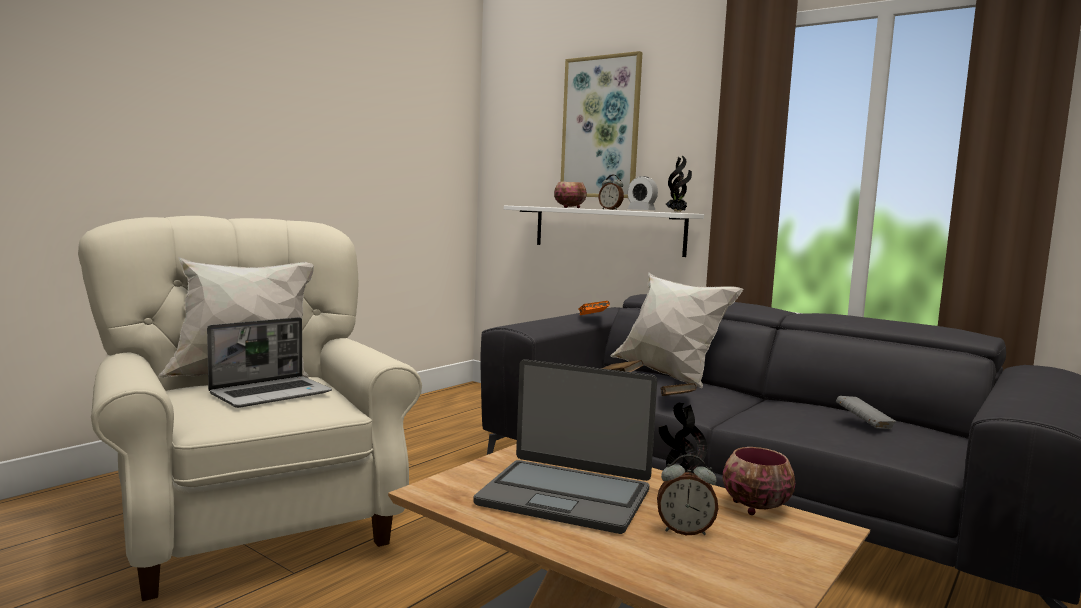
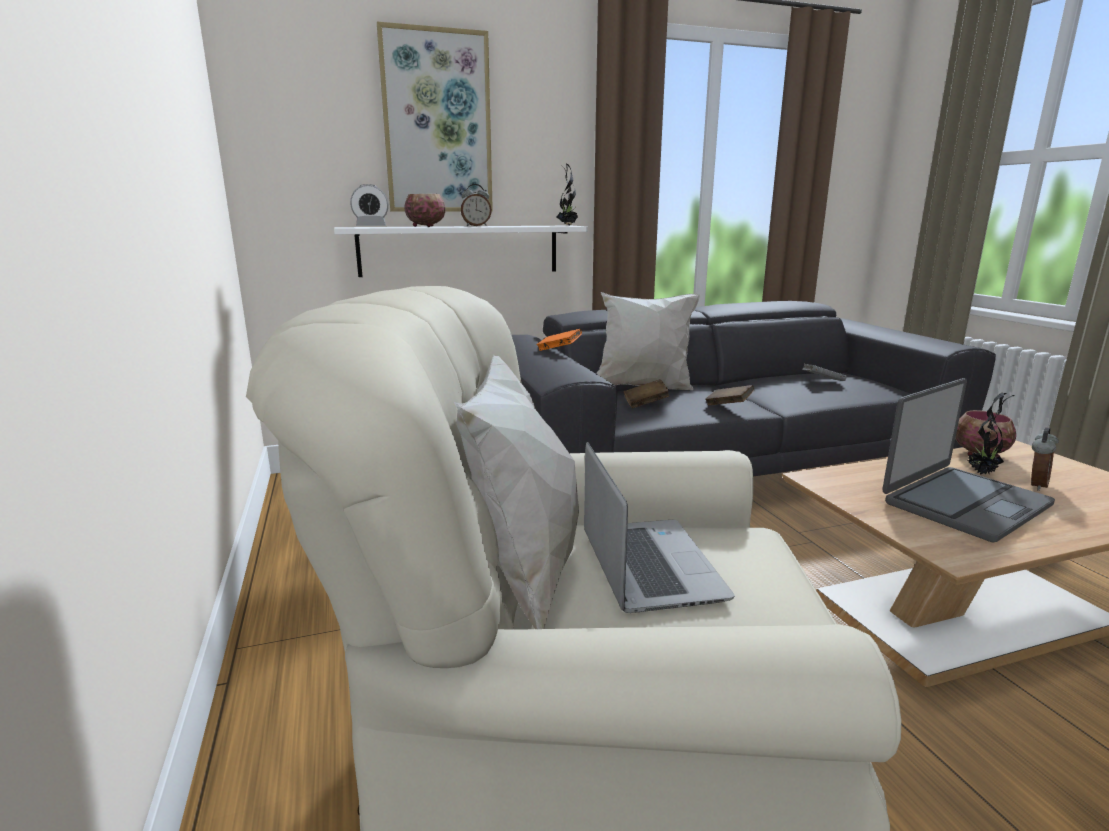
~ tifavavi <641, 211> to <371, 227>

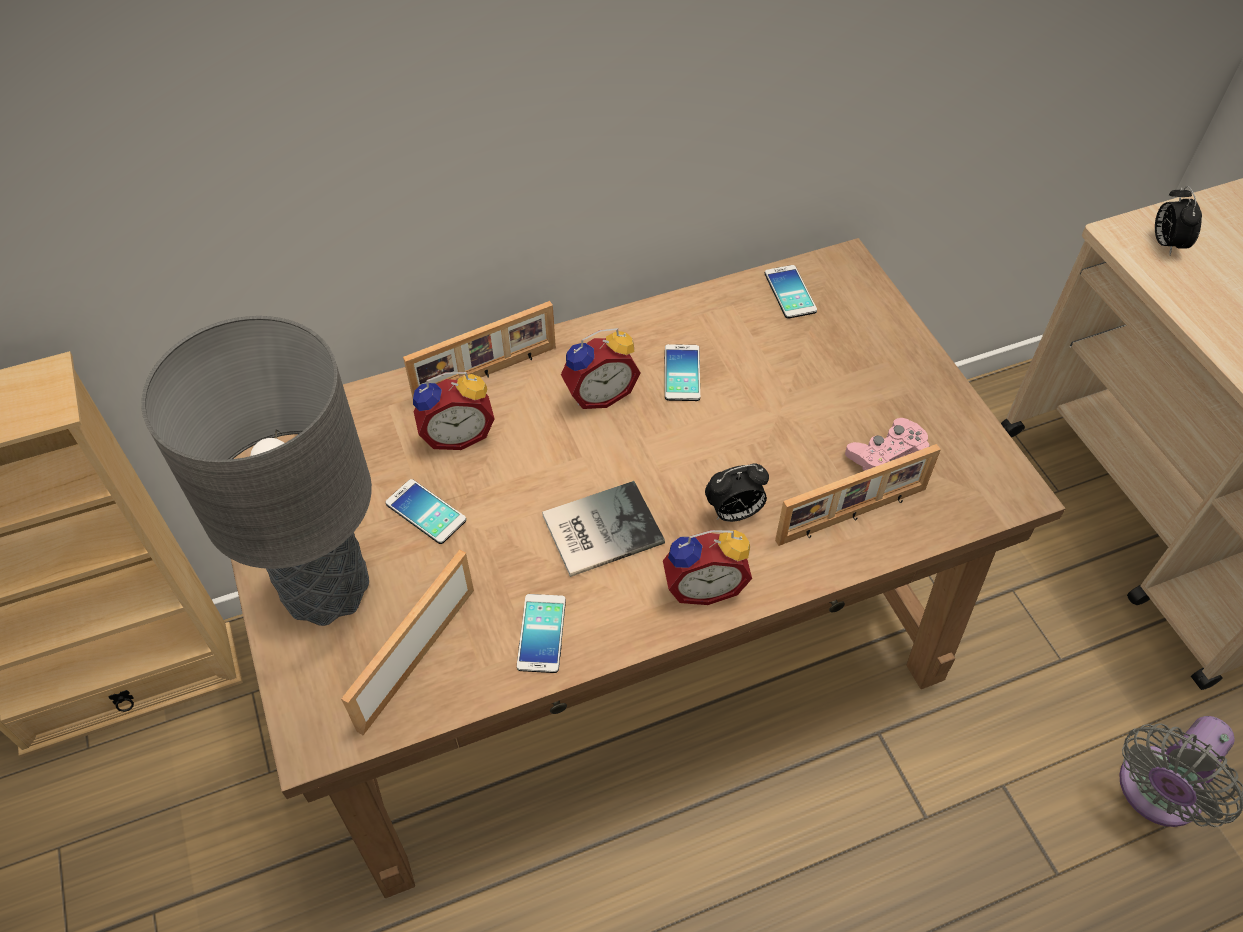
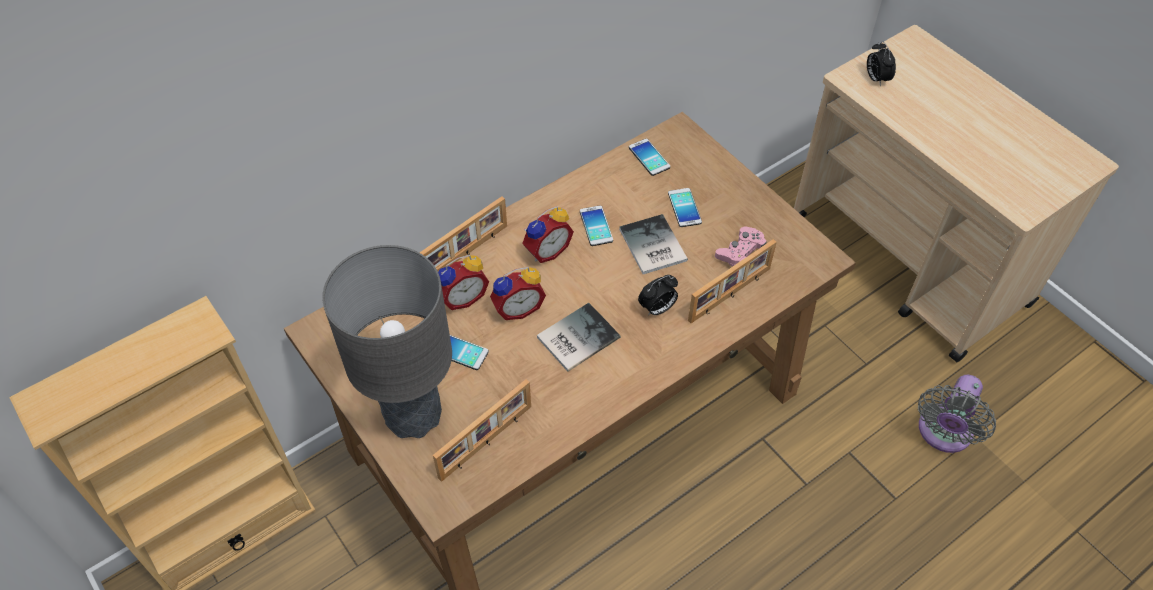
~ tifavavi <703, 585> to <517, 308>
~ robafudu <415, 656> = <487, 443> 150 degrees counterclockwise
~ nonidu <541, 633> to <684, 208>
+ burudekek <651, 247>

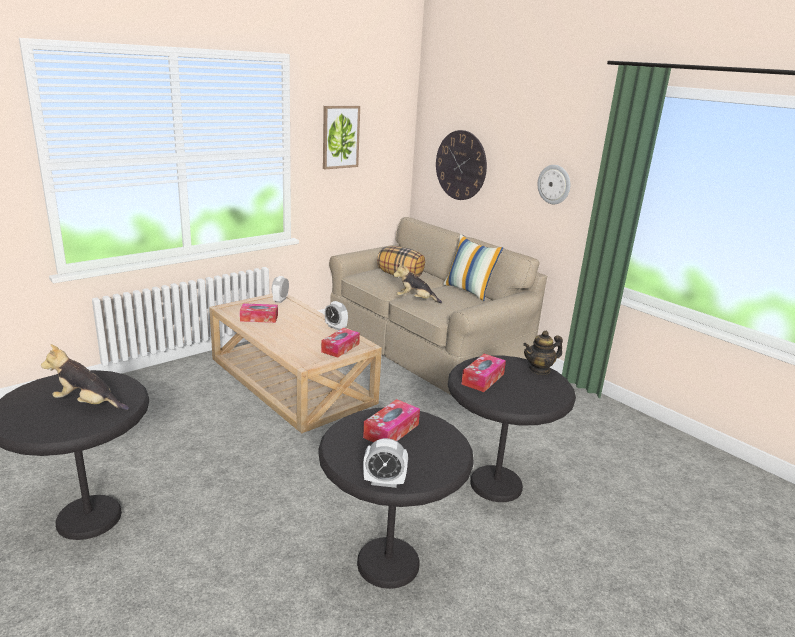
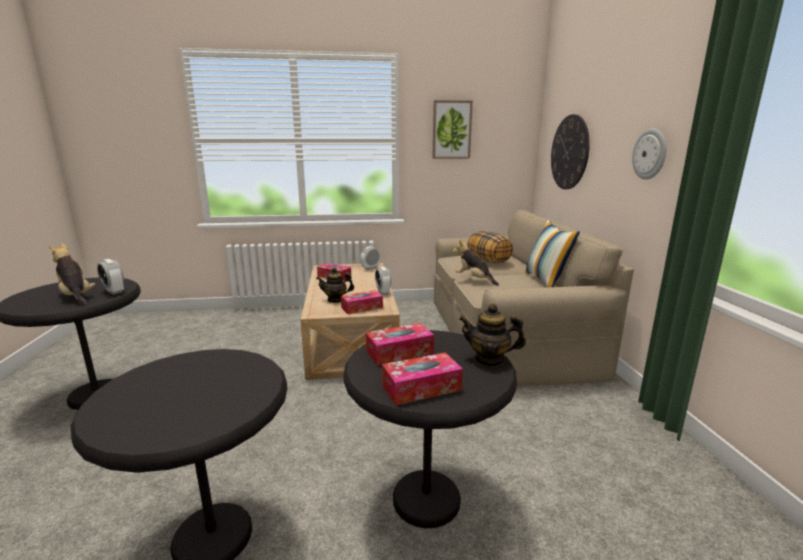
~ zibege <391, 431> to <421, 388>
~ tifavavi <384, 482> to <114, 291>
+ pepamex <336, 299>

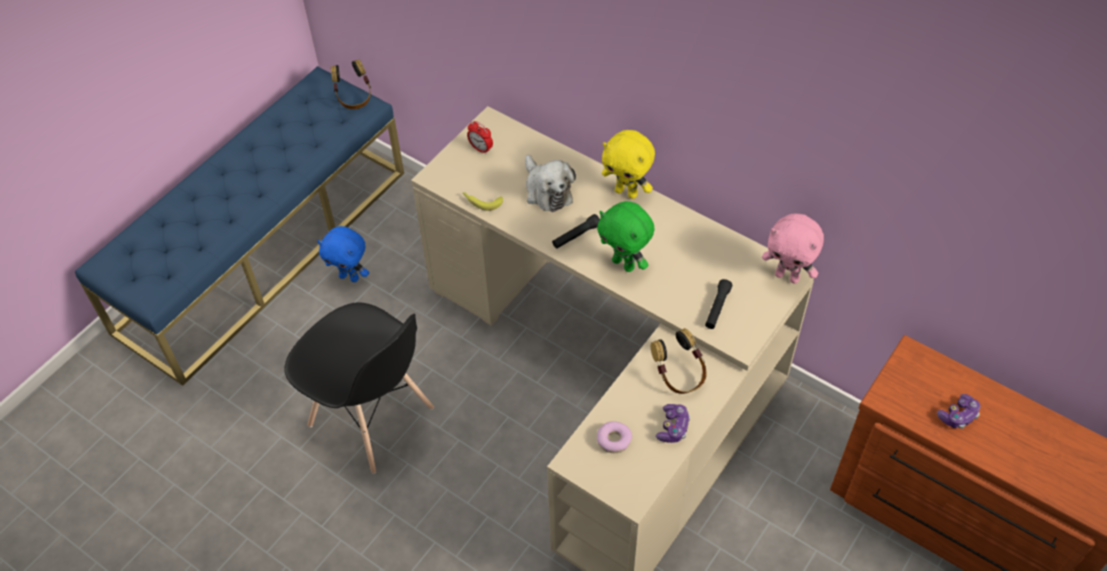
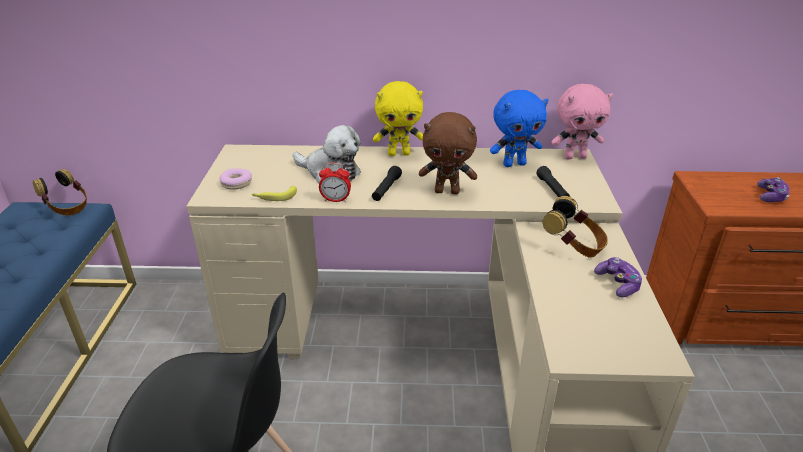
~ tifavavi <481, 149> to <336, 200>
~ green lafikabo <624, 264> to brown lafikabo <447, 191>
~ blue lafikabo <350, 277> to <514, 164>
~ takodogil <614, 440> to <236, 183>

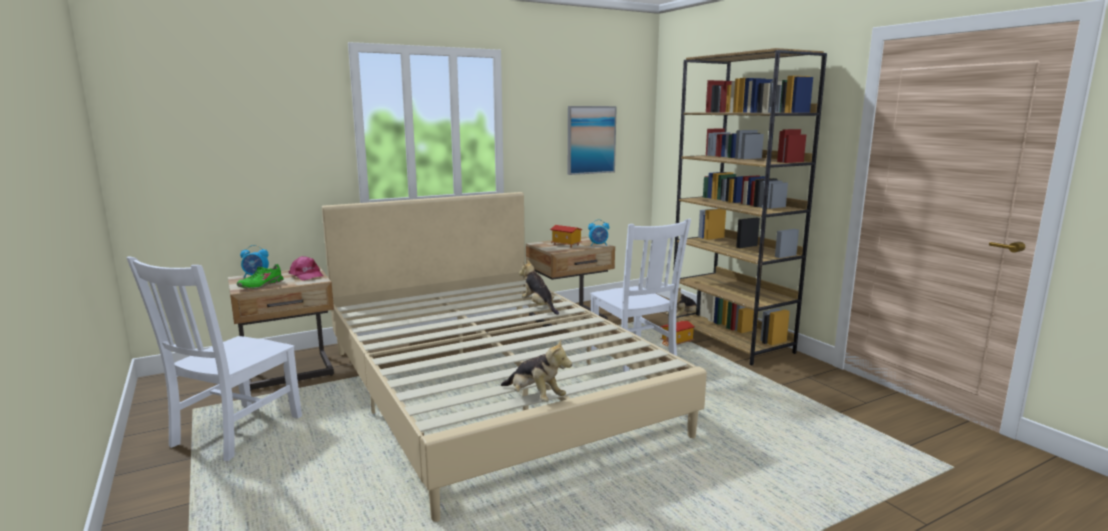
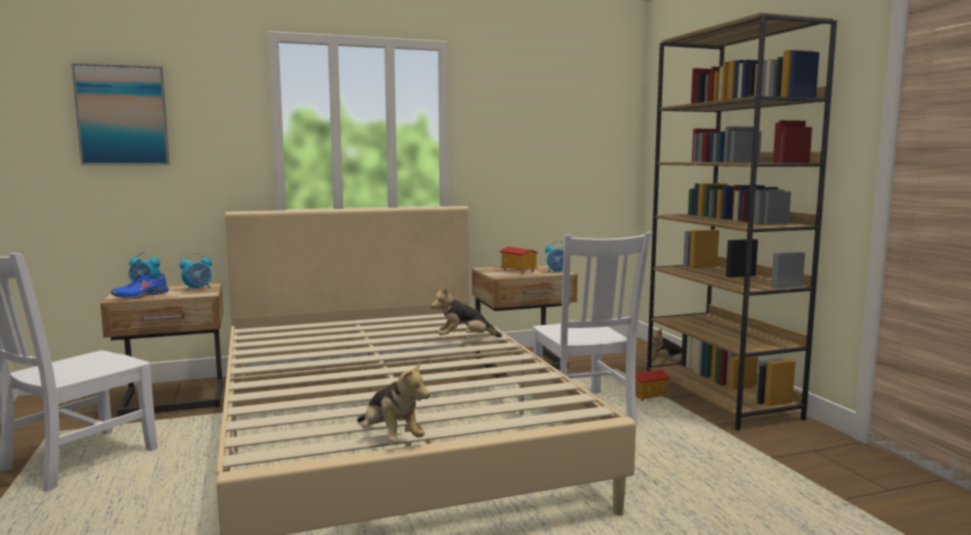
~ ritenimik <590, 140> to <122, 115>
~ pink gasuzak <306, 275> to tifavavi <198, 289>
~ lafikabo <539, 306> = <464, 339> 75 degrees counterclockwise
~ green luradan <261, 285> to blue luradan <141, 296>

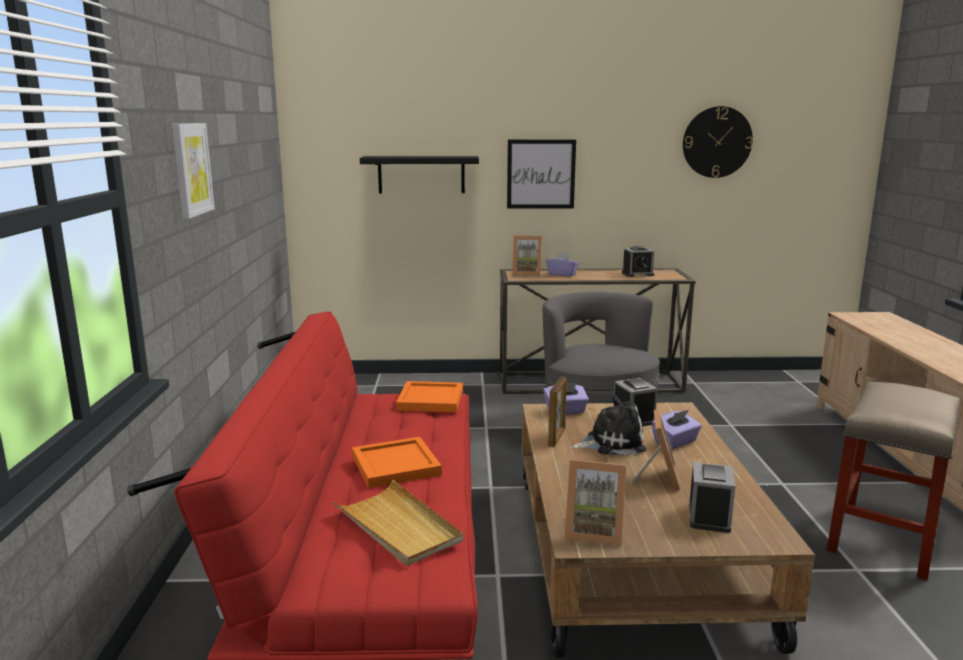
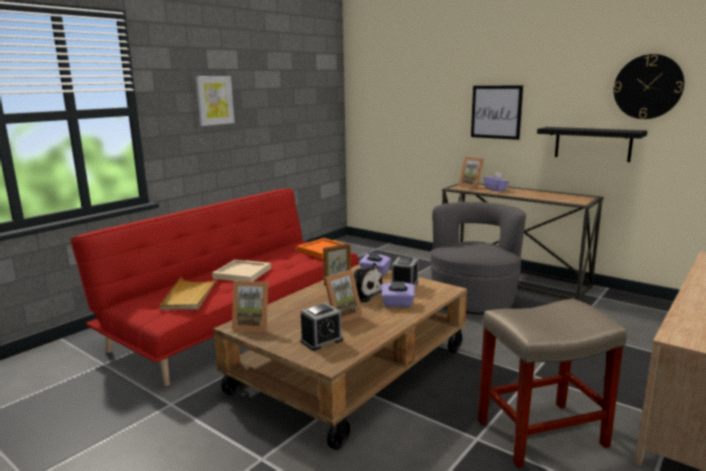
~ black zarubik <421, 174> to <592, 144>
- tifavavi <637, 274>
~ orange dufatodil <395, 466> to beige dufatodil <241, 273>
~ robafudu <594, 531> = <252, 325> 45 degrees counterclockwise

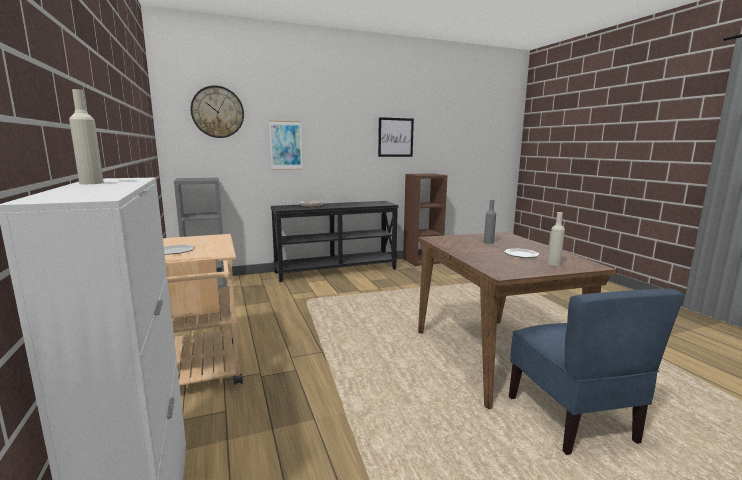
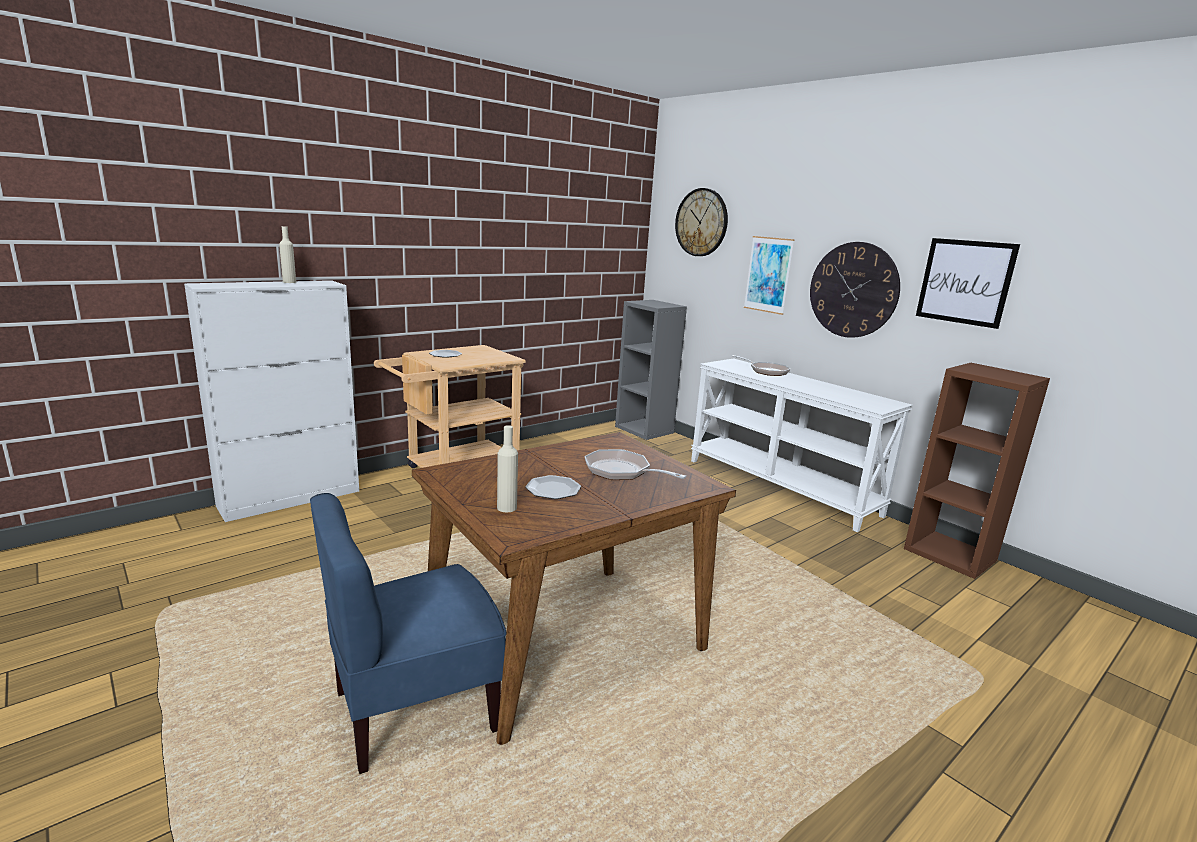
~ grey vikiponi <488, 242> to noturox <622, 472>
~ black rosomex <336, 270> to white rosomex <781, 486>
+ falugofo <853, 290>

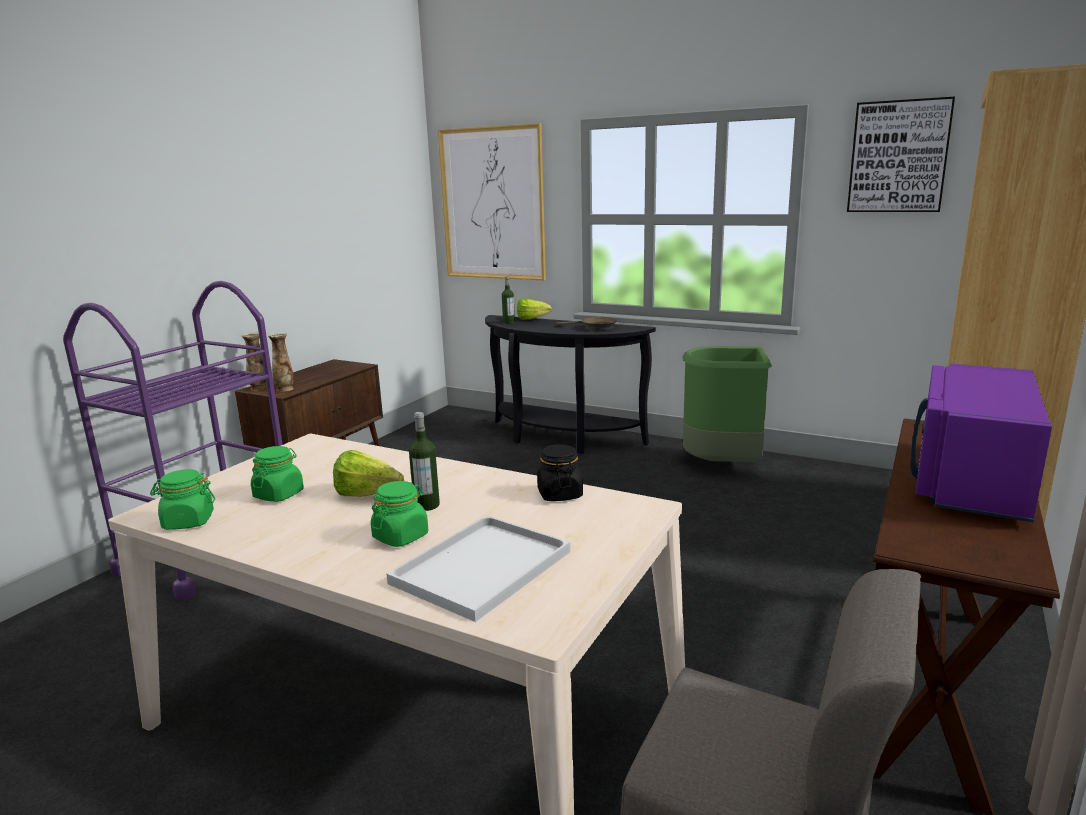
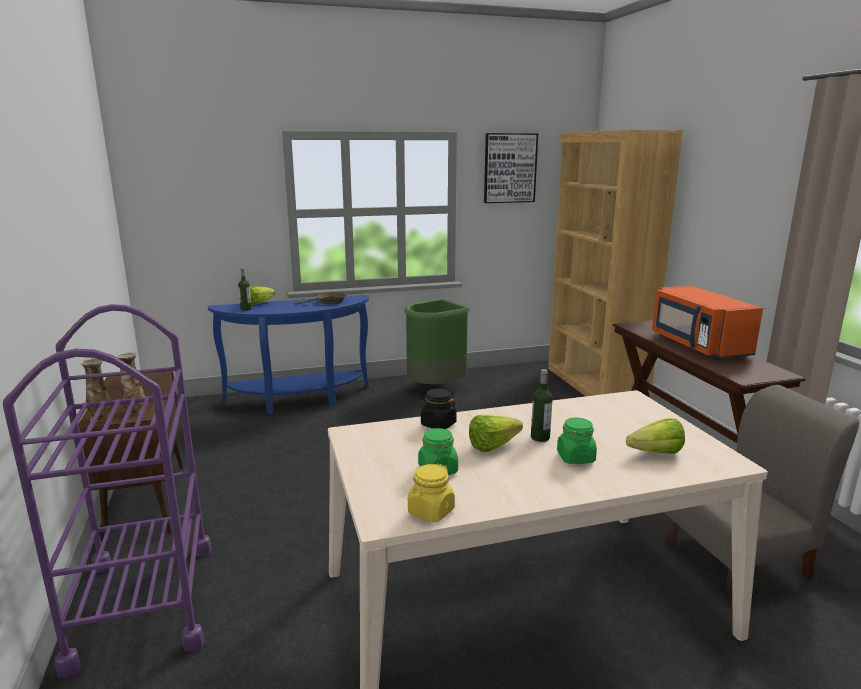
- ritenimik <492, 204>
~ black rosomex <559, 439> to blue rosomex <299, 401>
~ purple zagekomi <969, 481> to orange zagekomi <697, 345>
~ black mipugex <559, 494> to <438, 424>
~ green mipugex <188, 522> to yellow mipugex <431, 511>
~ white dufatodil <481, 569> to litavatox <650, 453>

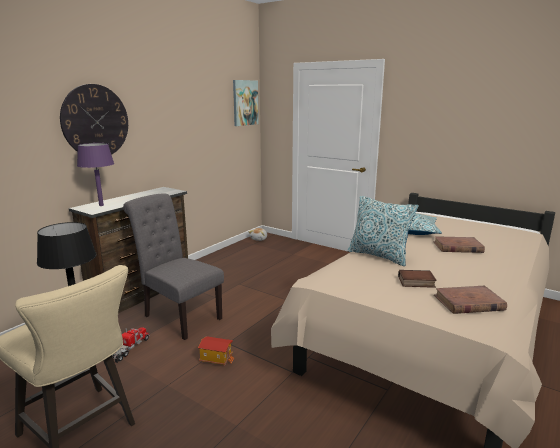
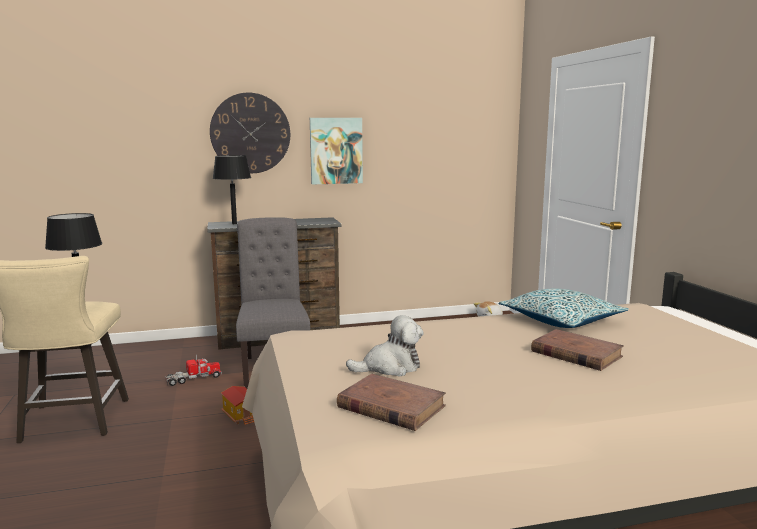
~ ritenimik <245, 103> to <336, 151>
~ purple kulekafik <101, 205> to black kulekafik <234, 224>
- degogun <379, 256>
~ burudekek <416, 282> to lafikabo <390, 367>

